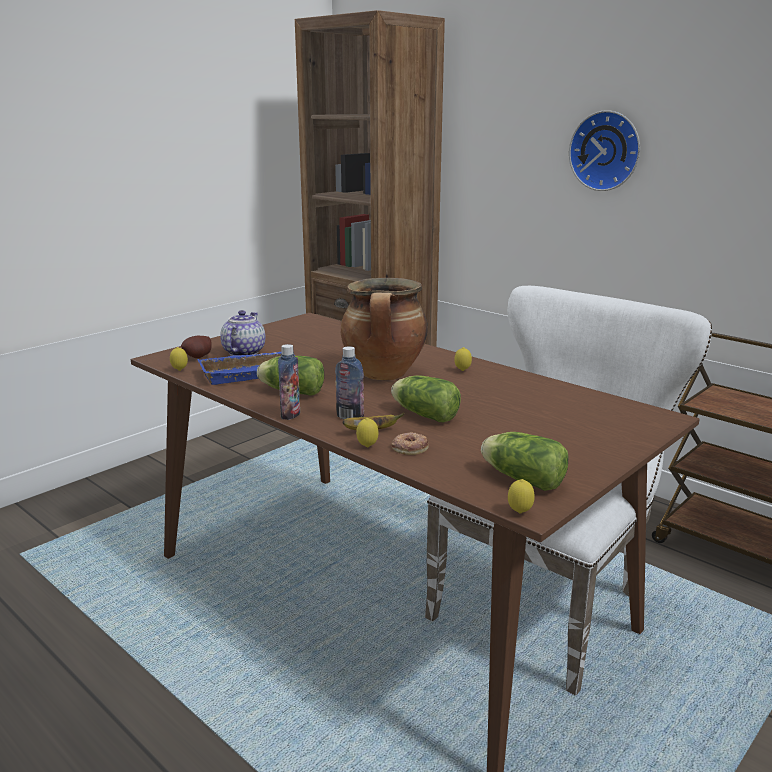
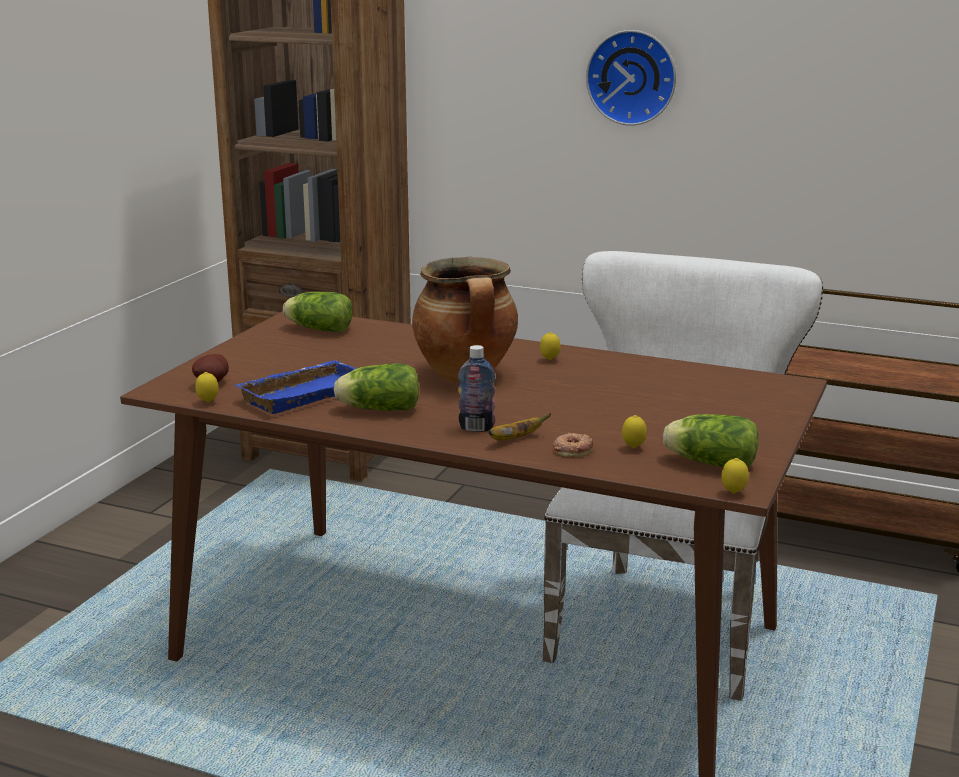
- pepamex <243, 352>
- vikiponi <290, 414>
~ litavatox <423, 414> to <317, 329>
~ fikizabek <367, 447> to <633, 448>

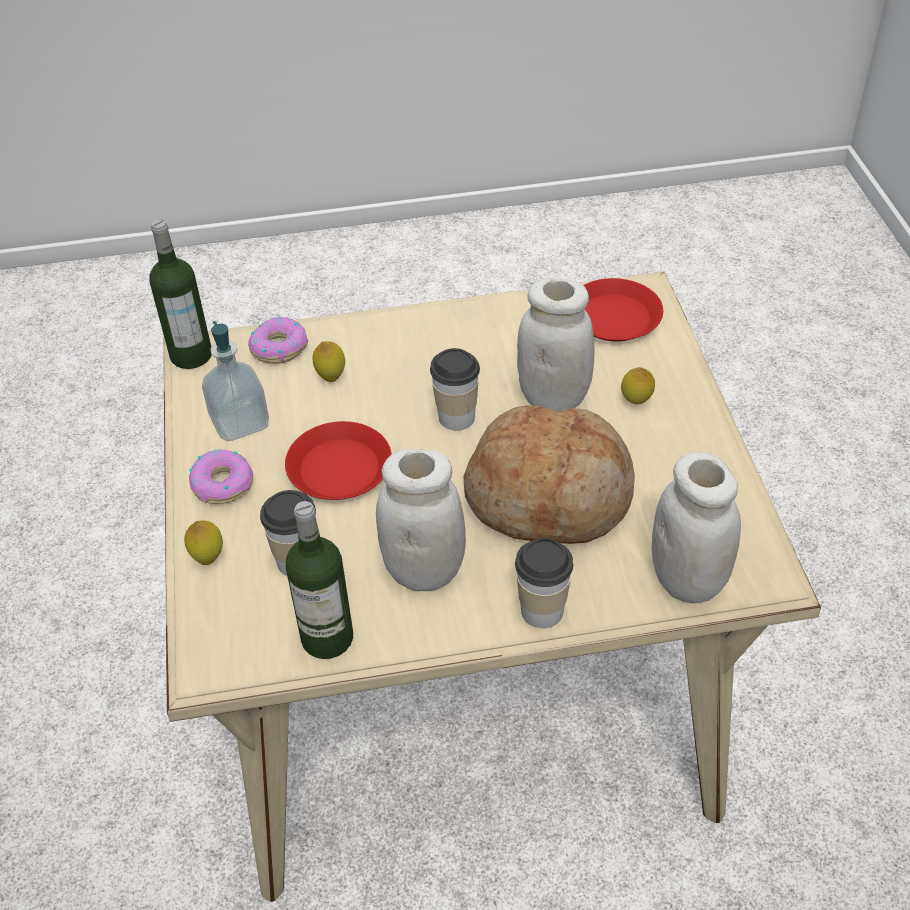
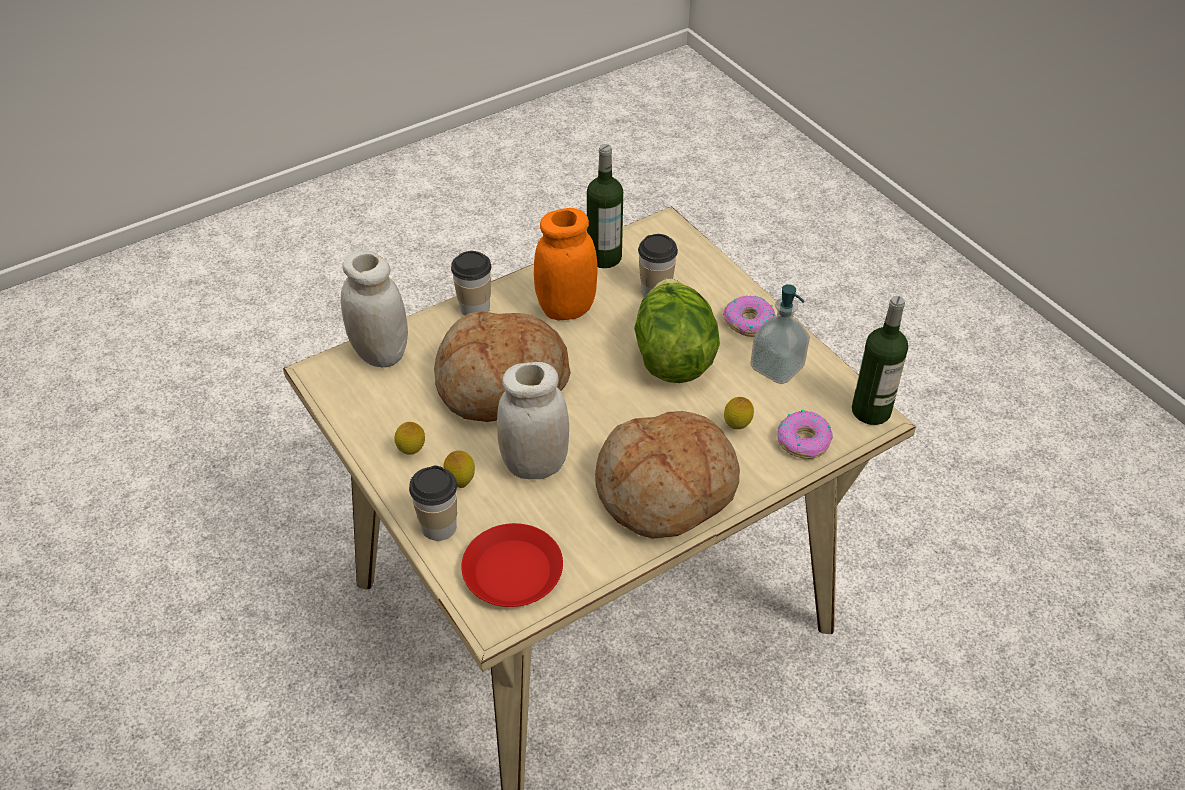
~ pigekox <456, 417> to <439, 527>
~ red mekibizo <340, 468> to litavatox <672, 357>
~ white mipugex <424, 571> to orange mipugex <566, 309>
~ fikizabek <208, 558> to <412, 452>
+ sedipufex <667, 489>

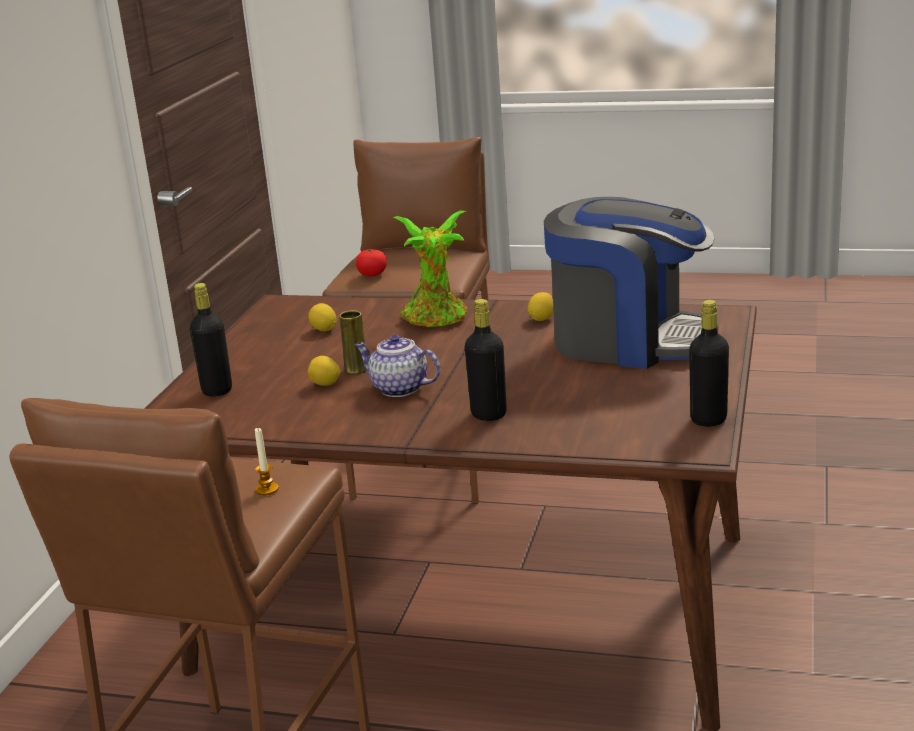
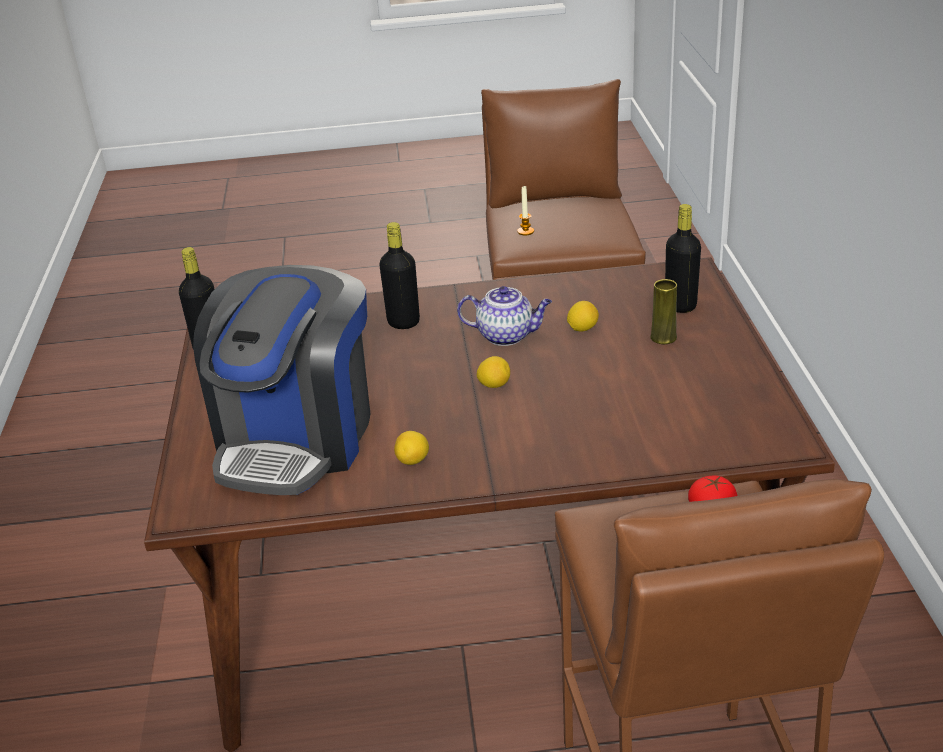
~ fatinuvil <629, 341> = <297, 438> 75 degrees counterclockwise
- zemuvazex <437, 319>
~ fikizabek <324, 330> to <494, 385>
~ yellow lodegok <356, 369> to <663, 337>

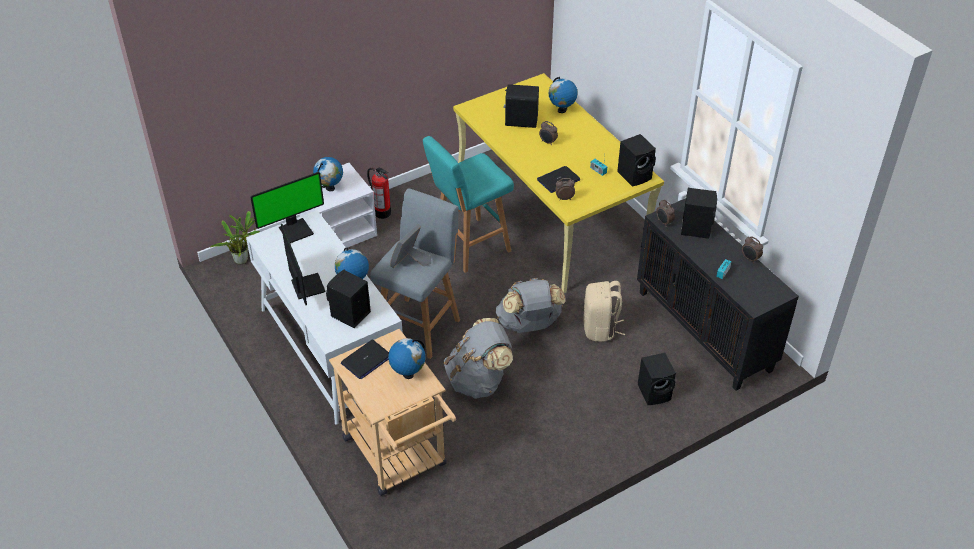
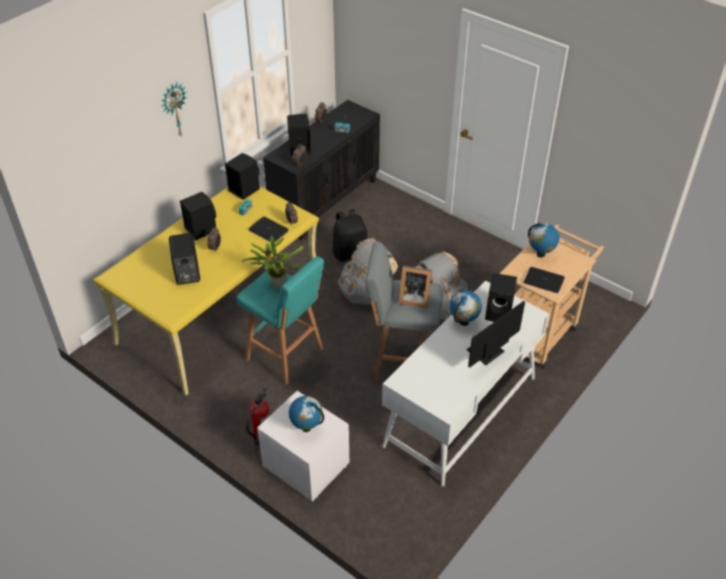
- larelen <561, 110>
- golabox <296, 230>
~ zemuvazex <243, 259> to <276, 284>
~ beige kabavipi <600, 329> to black kabavipi <350, 253>
~ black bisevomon <655, 392> to <200, 229>
+ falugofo <174, 110>

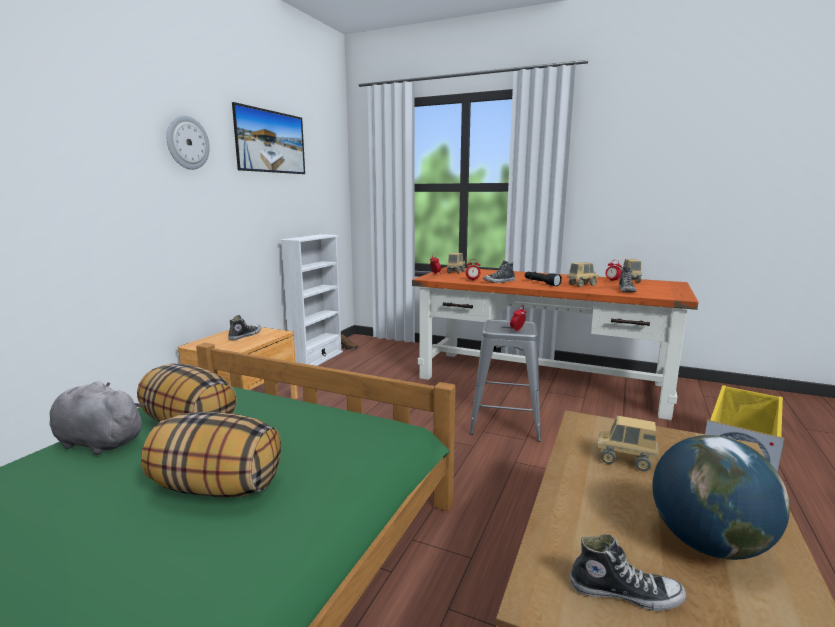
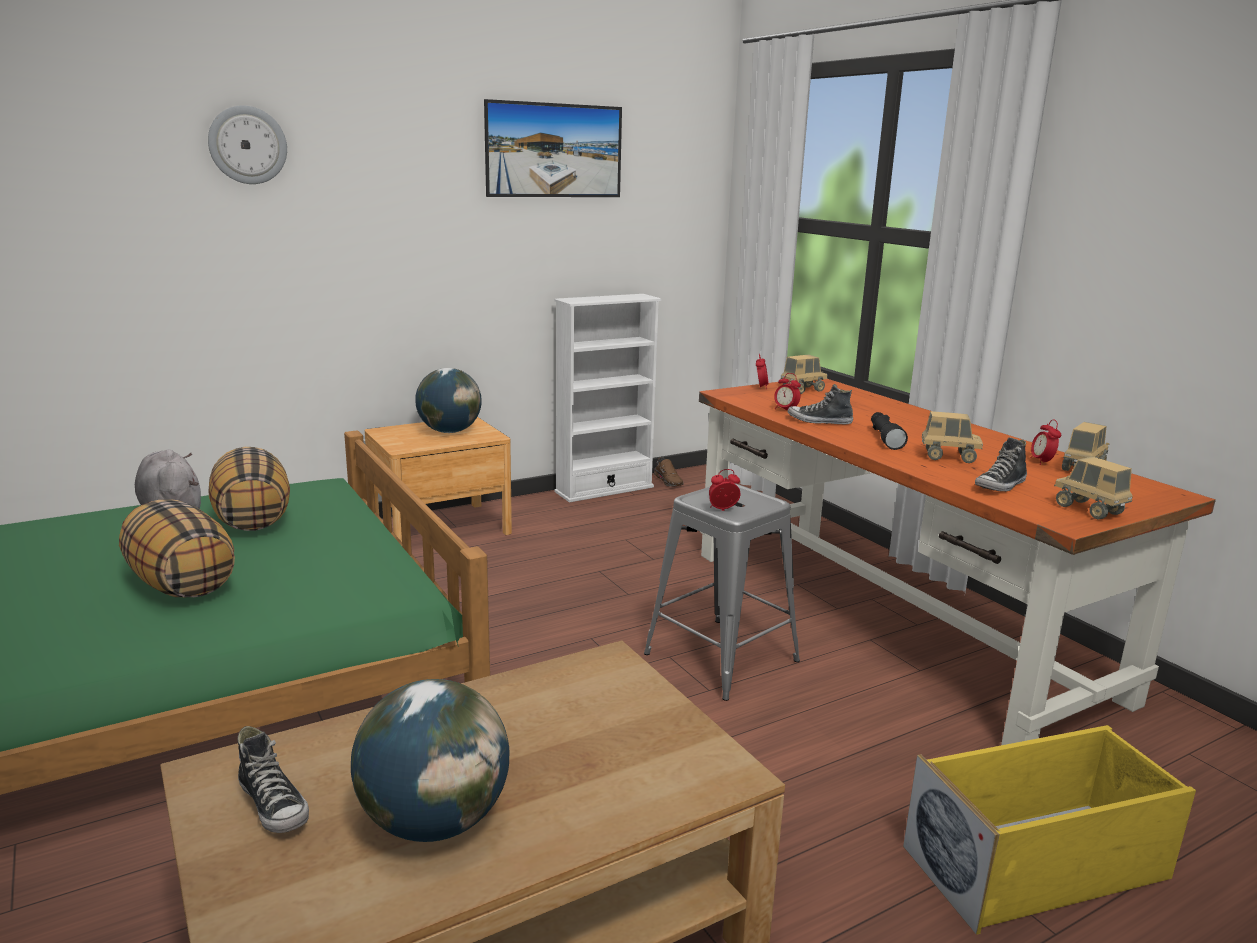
~ falugofo <187, 143> to <247, 145>
~ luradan <245, 336> to larelen <449, 431>
~ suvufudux <625, 461> to <1089, 510>

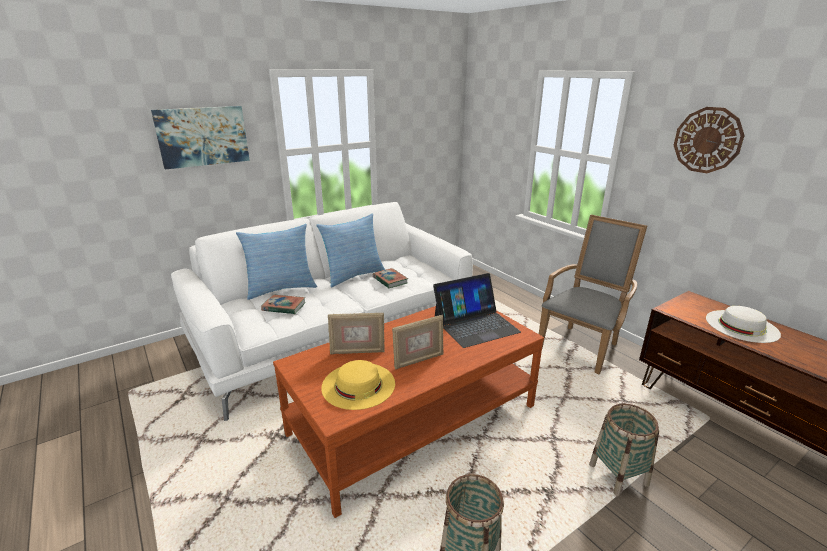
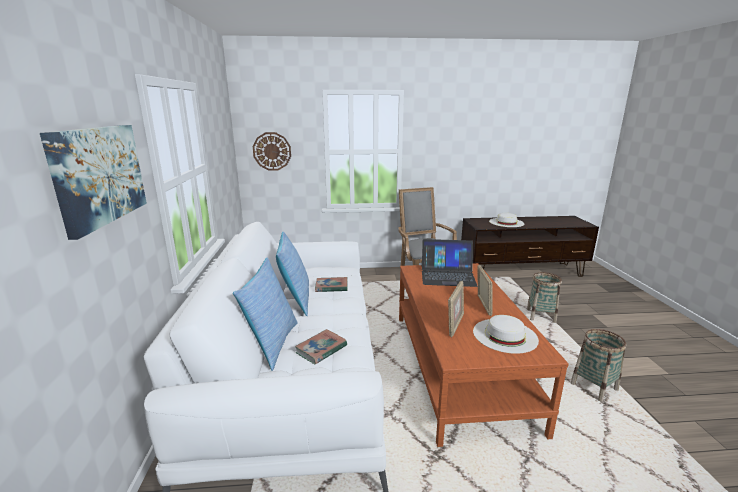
~ falugofo <707, 140> to <272, 151>
~ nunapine <475, 325> = <447, 275> 90 degrees clockwise
~ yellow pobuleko <358, 385> to white pobuleko <505, 335>

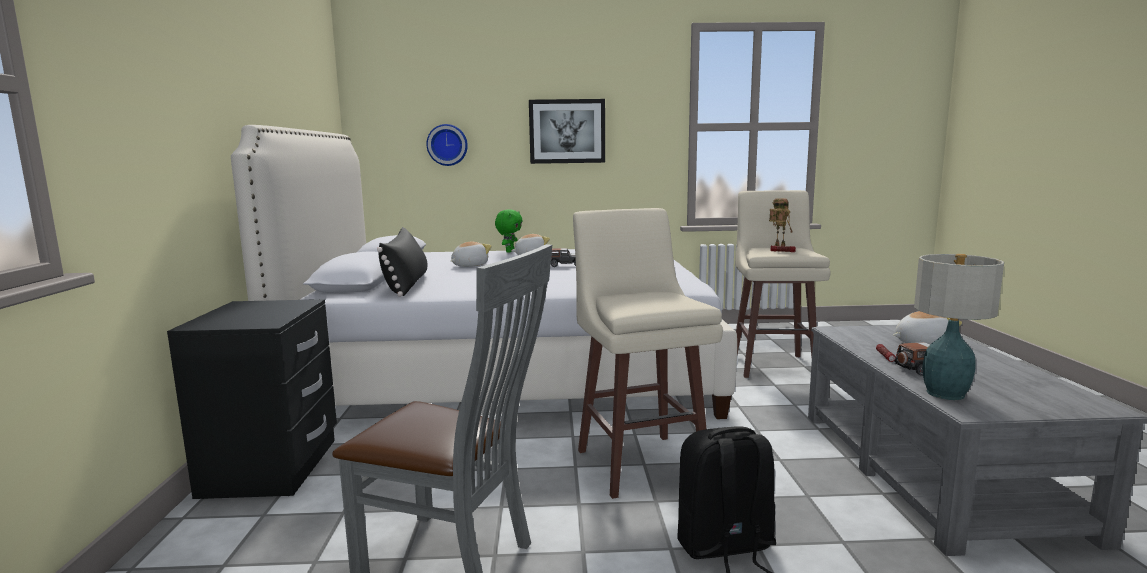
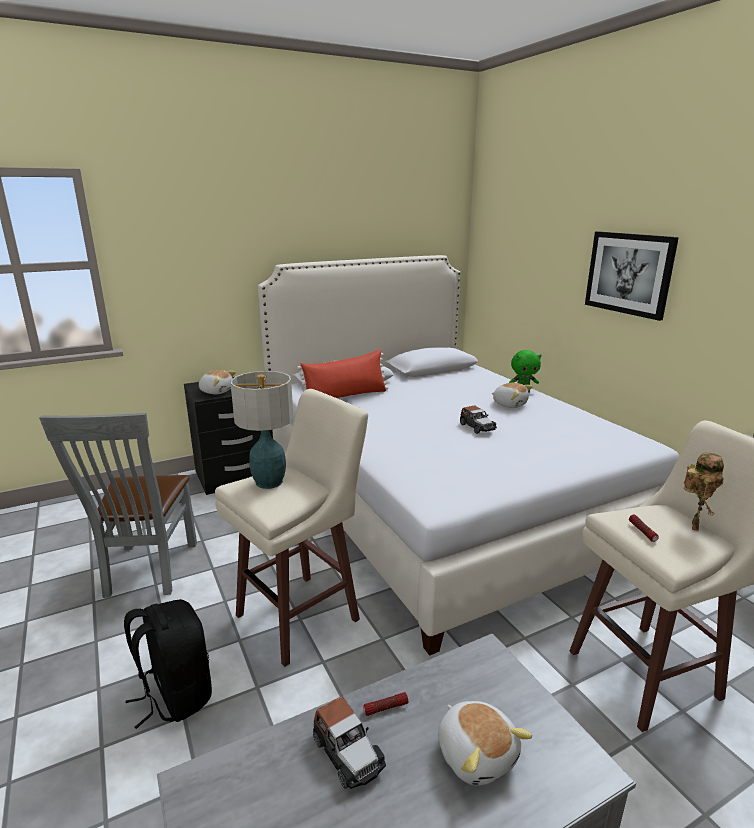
- falugofo <447, 145>
~ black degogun <407, 284> to red degogun <346, 396>
~ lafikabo <469, 265> to <216, 391>
~ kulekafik <946, 393> to <269, 482>

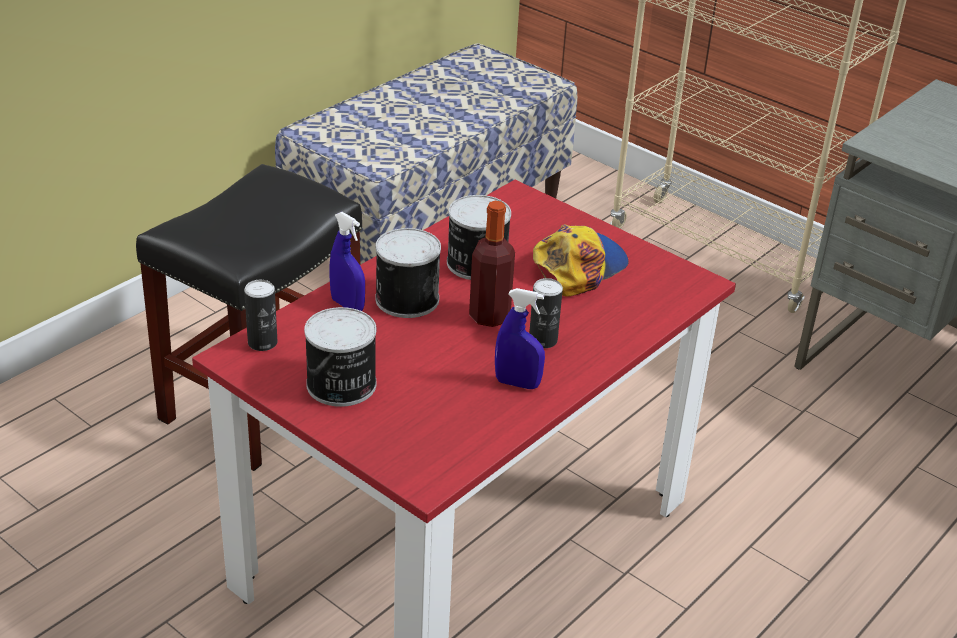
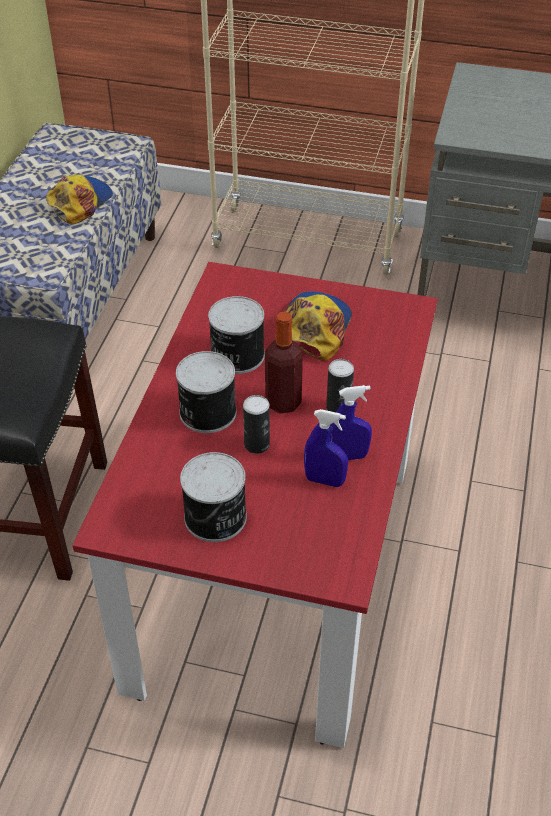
~ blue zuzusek <347, 305> to <324, 480>
~ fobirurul <262, 343> to <256, 444>
+ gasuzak <79, 202>

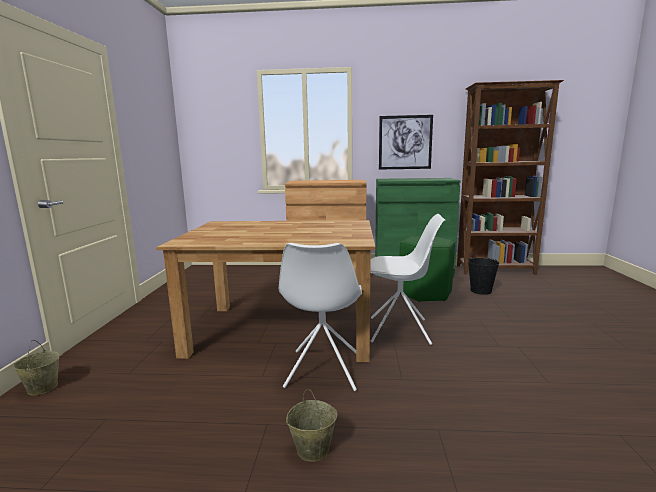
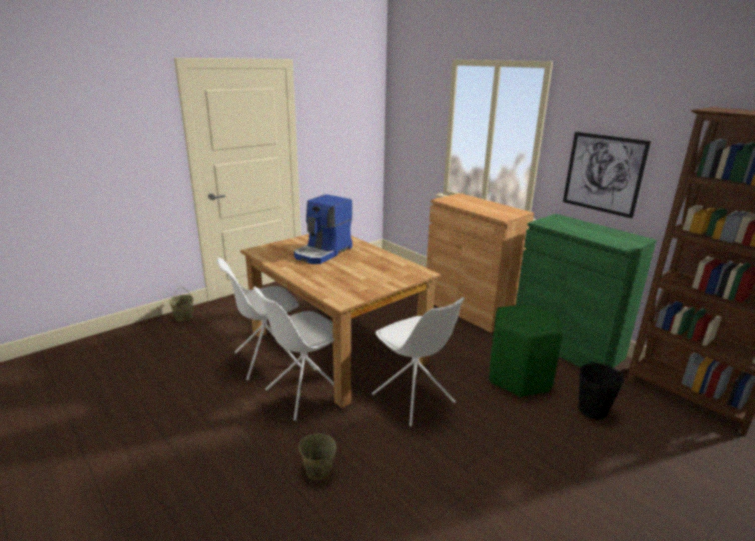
~ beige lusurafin <312, 449> to <318, 470>
+ fatinuvil <323, 252>
+ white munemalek <266, 360>

